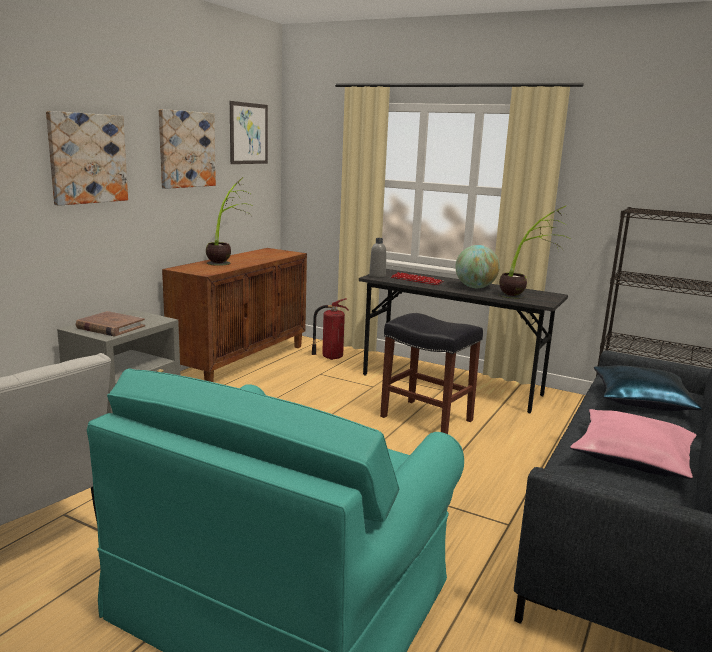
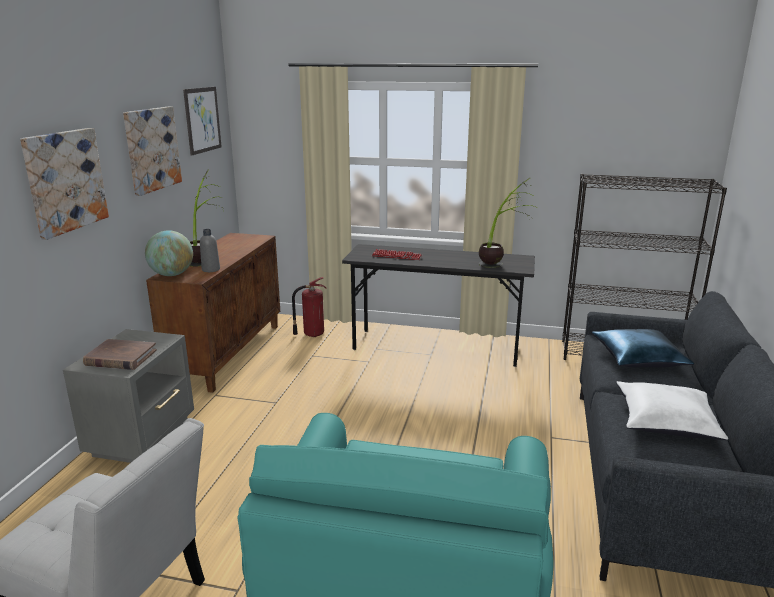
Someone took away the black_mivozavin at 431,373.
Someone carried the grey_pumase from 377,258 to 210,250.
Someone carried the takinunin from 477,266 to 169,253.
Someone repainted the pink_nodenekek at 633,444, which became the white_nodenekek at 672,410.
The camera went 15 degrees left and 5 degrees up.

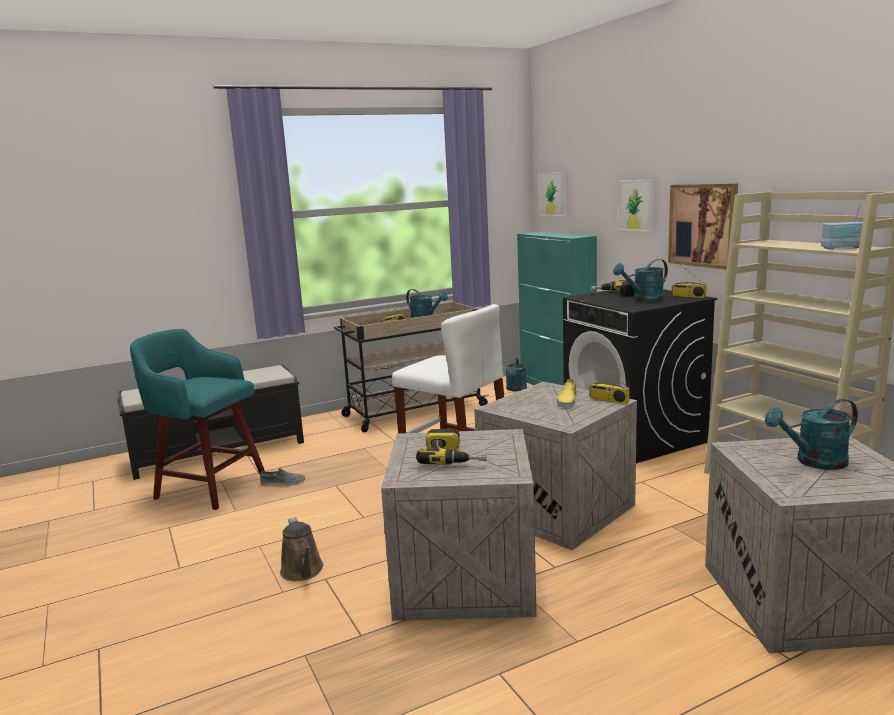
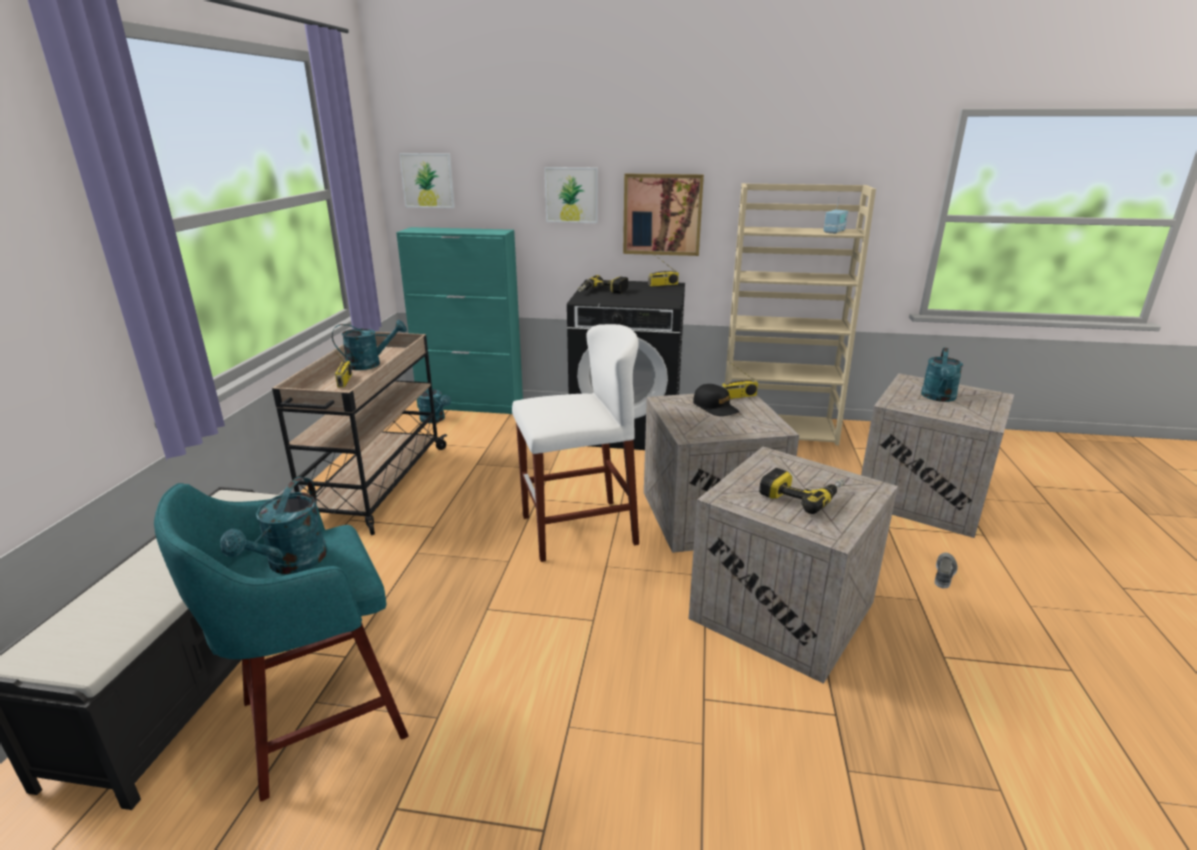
Someone took away the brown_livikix at 302,549.
Someone carried the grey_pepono from 282,477 to 946,570.
Someone carried the turquoise_livikix from 640,280 to 274,525.
Someone swapped the yellow_pepono at 566,393 for the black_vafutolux at 716,400.
The camera went 55 degrees left and 10 degrees up.

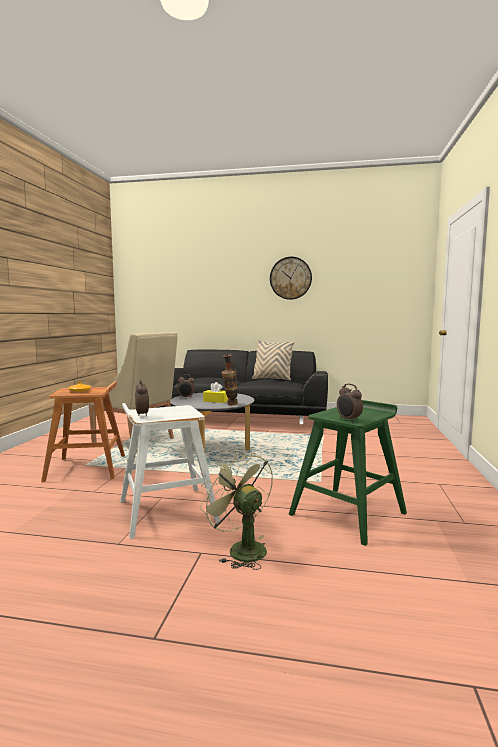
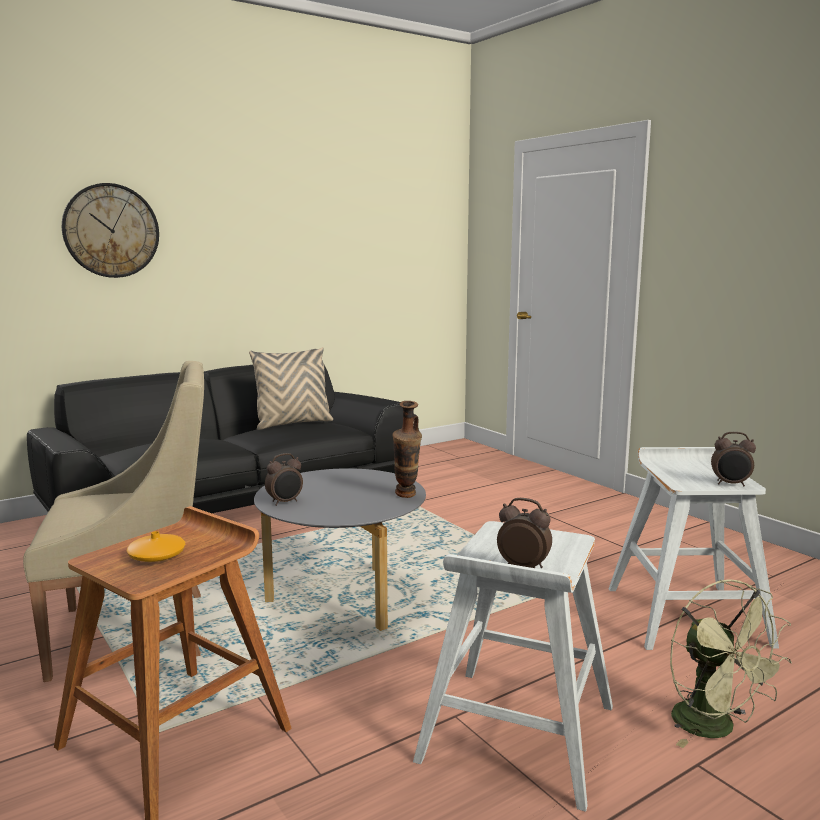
Someone took away the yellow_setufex at 215,392.
Someone carried the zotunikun from 291,278 to 110,230.
Someone repainted the green_mivozavin at 348,473, which became the white_mivozavin at 694,548.
Someone rotated the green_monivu at 236,510 by 120 degrees counterclockwise.
The camera went 45 degrees left and 5 degrees up.

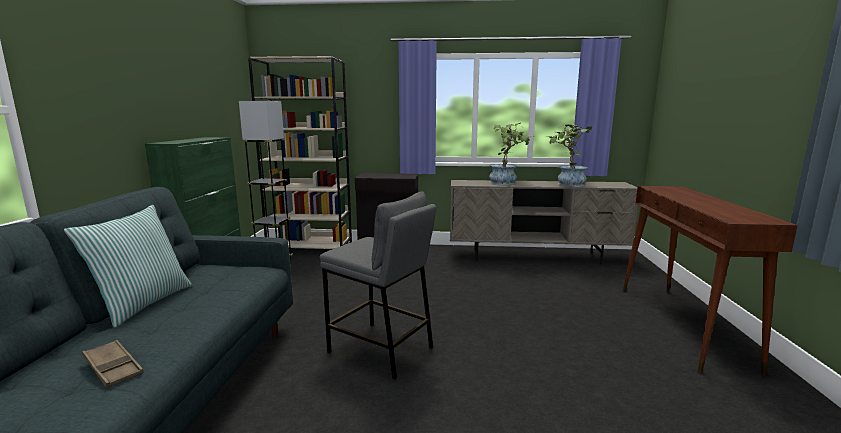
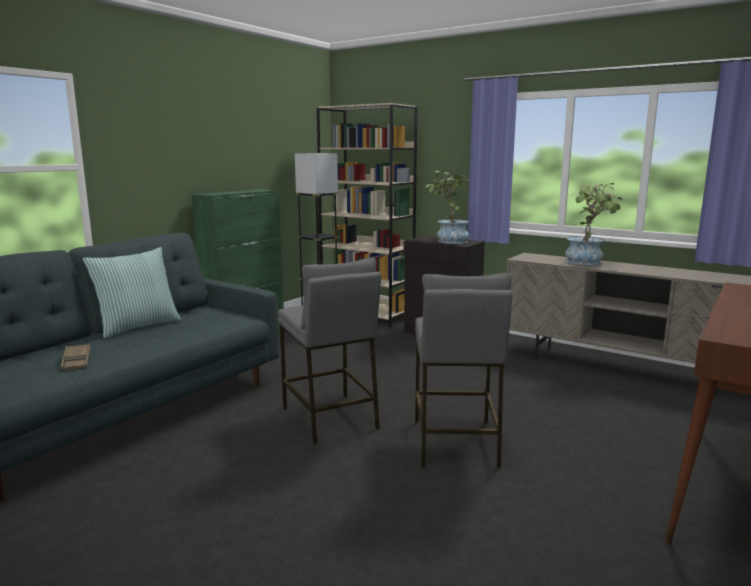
Someone put down the grey_mivozavin at 463,370.
Someone carried the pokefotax from 569,155 to 447,207.
The camera went 30 degrees right and 0 degrees up.

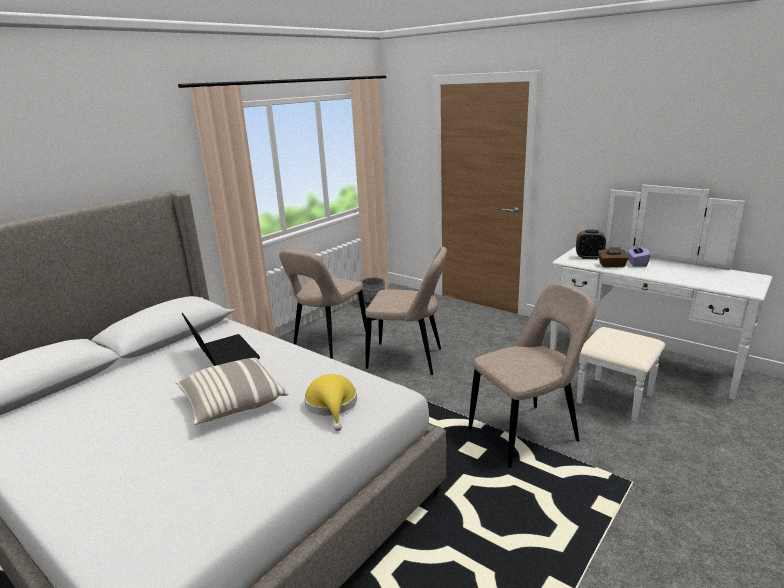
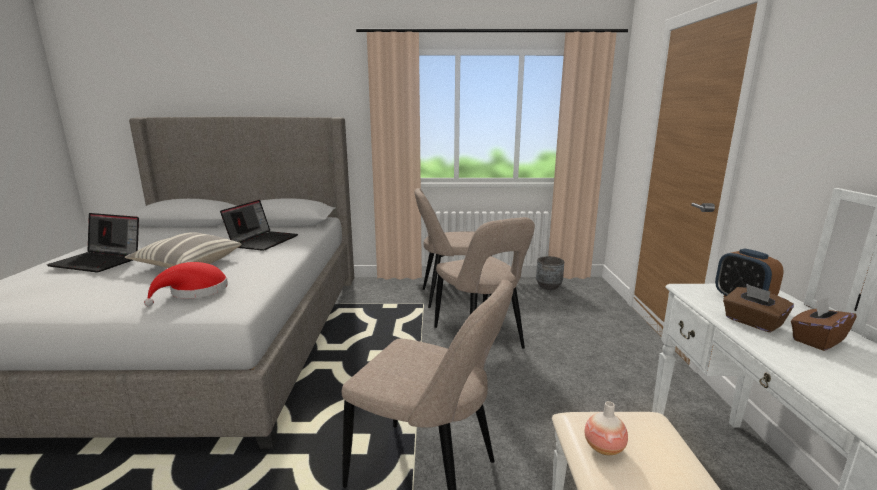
Someone put down the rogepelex at 93,243.
Someone put down the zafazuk at 606,428.
Someone repainted the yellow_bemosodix at 330,402, which became the red_bemosodix at 186,284.
Someone repainted the purple_setufex at 639,255, which became the brown_setufex at 824,324.
The camera went 50 degrees right and 5 degrees down.

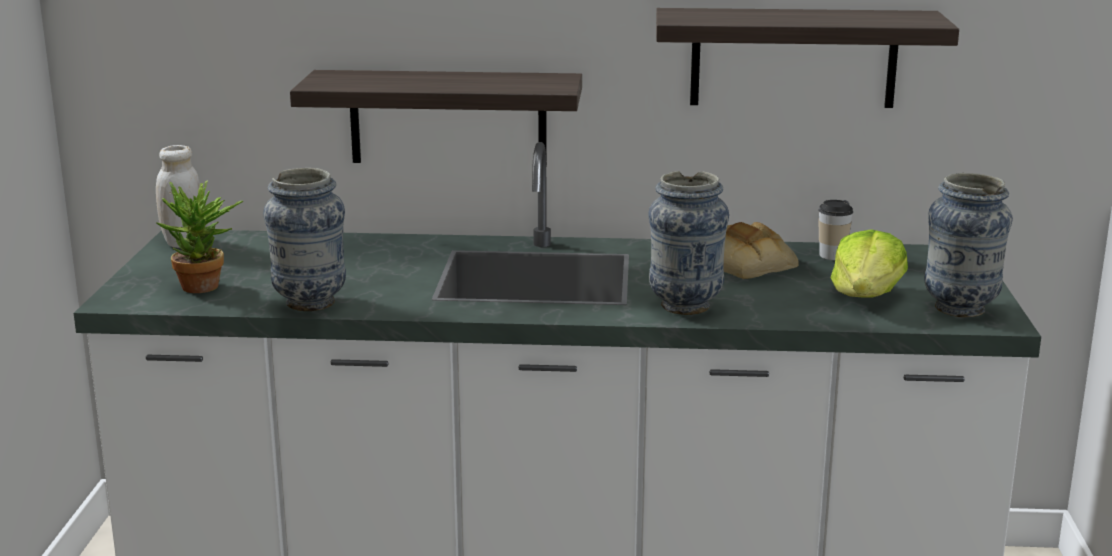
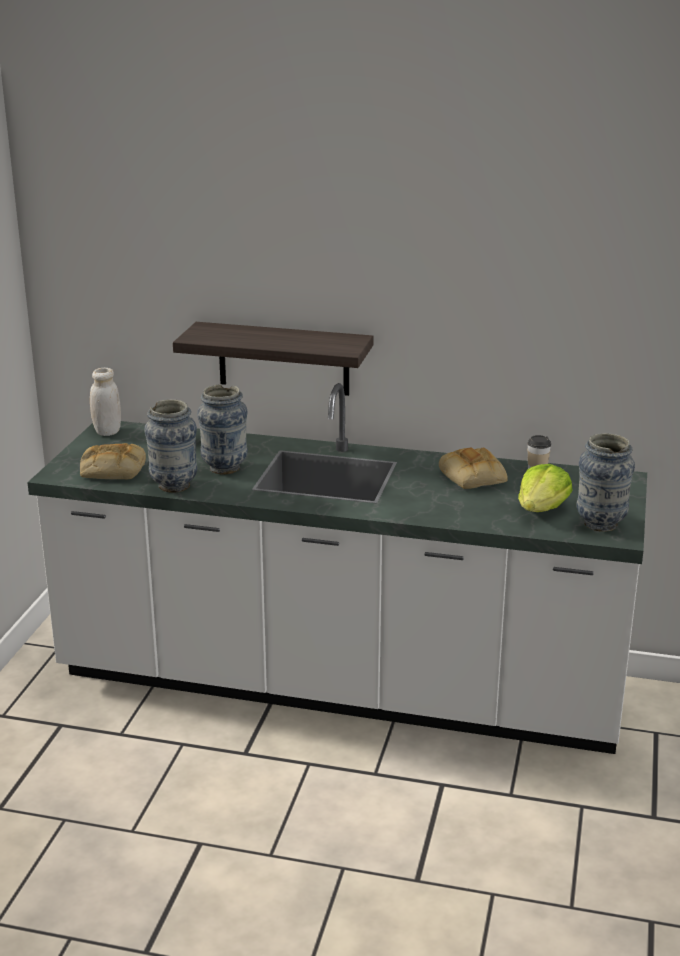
Someone took away the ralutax at 807,58.
Someone carried the zafazuk from 688,243 to 222,429.
Someone swapped the pokefotax at 199,236 for the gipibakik at 113,461.
The camera went 10 degrees right and 5 degrees up.

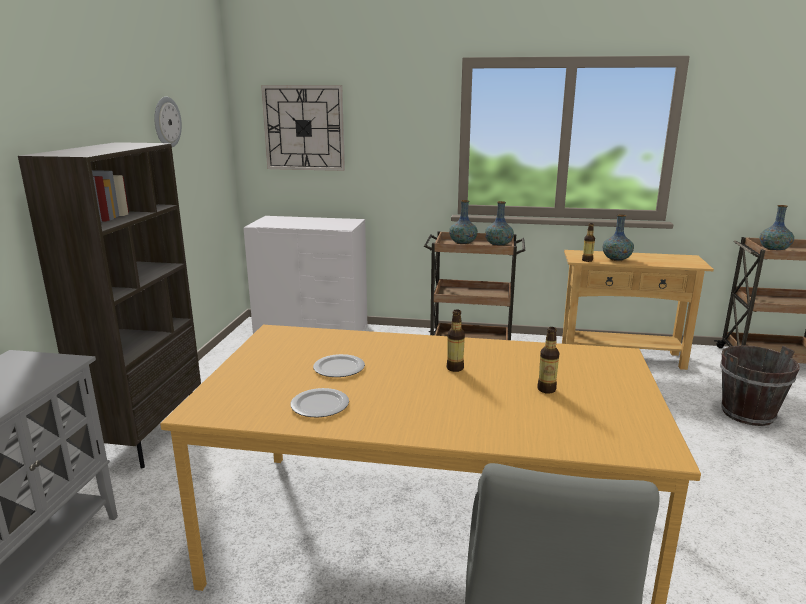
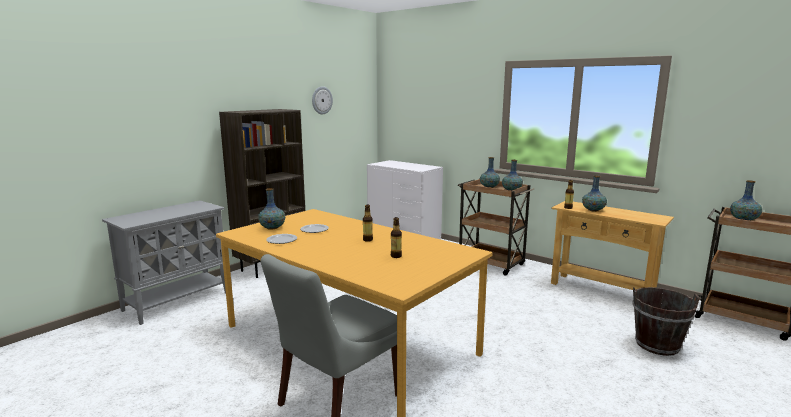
Someone took away the zotunikun at 303,128.
Someone put down the zafazuk at 271,209.
The camera went 30 degrees right and 5 degrees down.

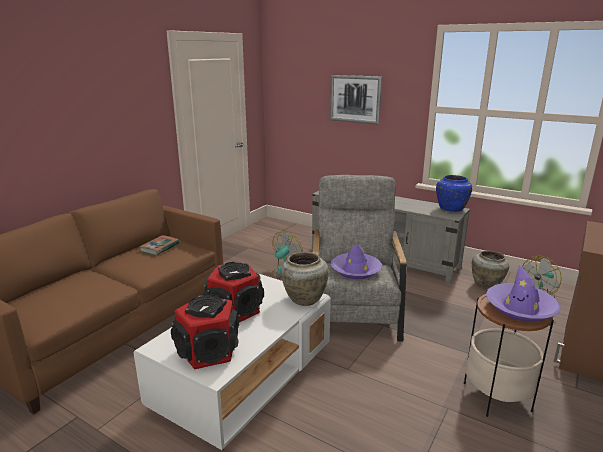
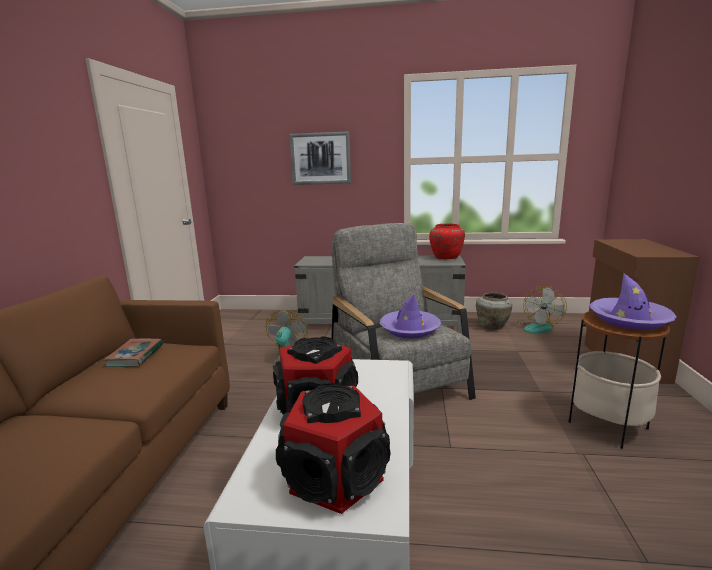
Someone took away the beige_zafazuk at 305,279.
Someone repainted the blue_zafazuk at 454,193, which became the red_zafazuk at 447,241.
The camera went 25 degrees left and 5 degrees down.

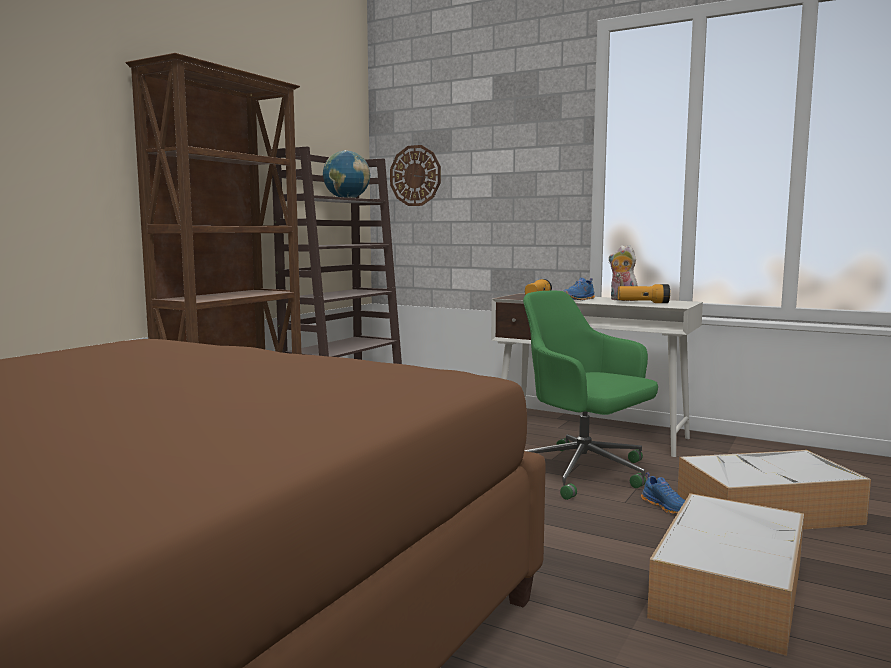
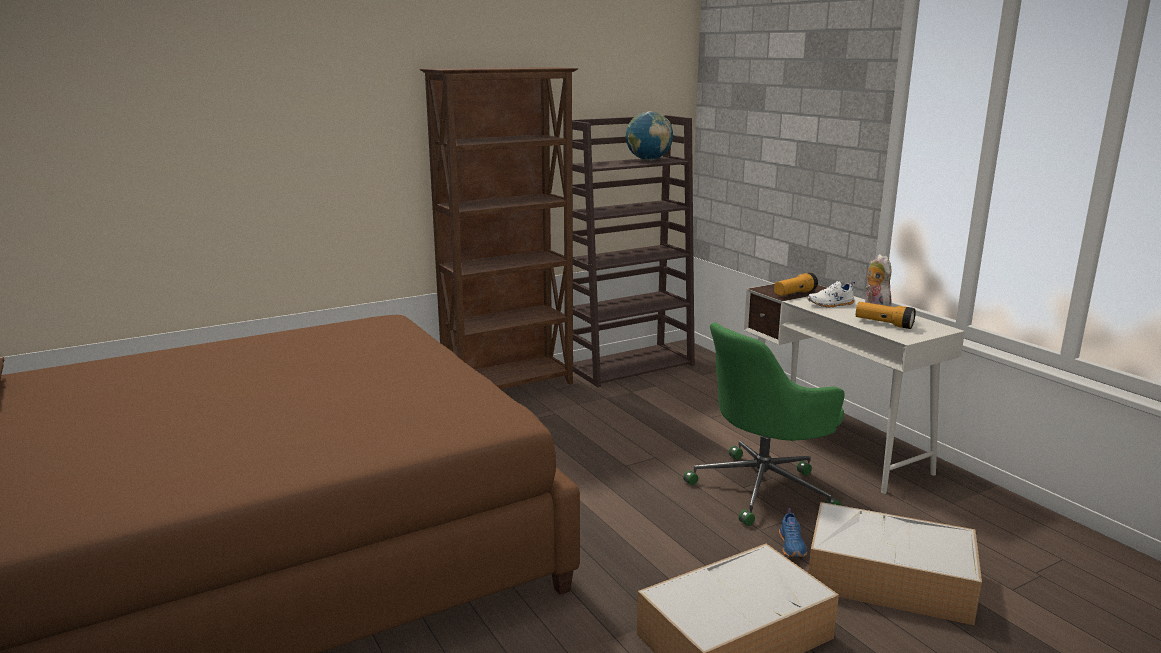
Someone took away the zotunikun at 415,175.
Someone repainted the blue_pepono at 579,289, which became the white_pepono at 831,294.
Someone rotated the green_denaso at 590,395 by 105 degrees counterclockwise.
The camera went 30 degrees right and 10 degrees up.

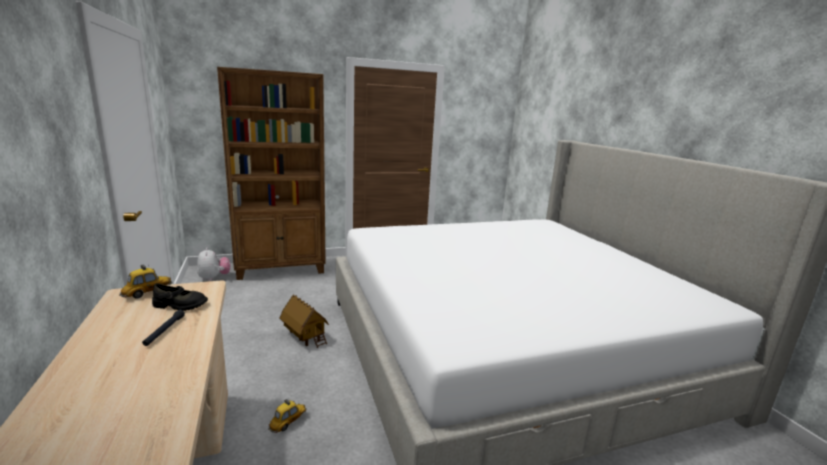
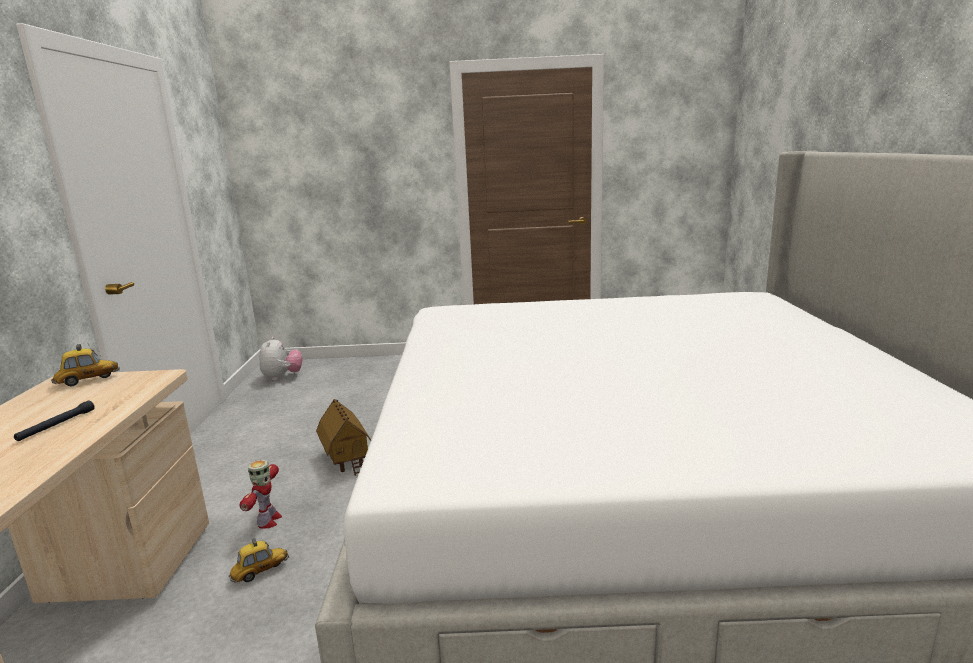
Someone took away the black_pepono at 180,297.
Someone took away the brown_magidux at 271,173.
Someone put down the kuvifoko at 261,494.
The camera went 20 degrees right and 0 degrees up.

